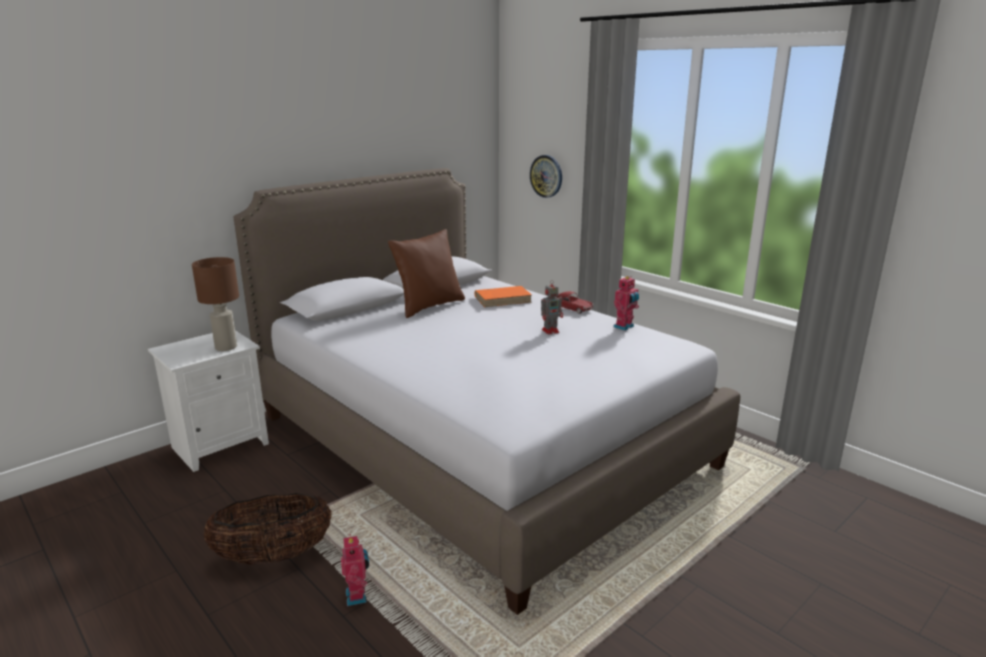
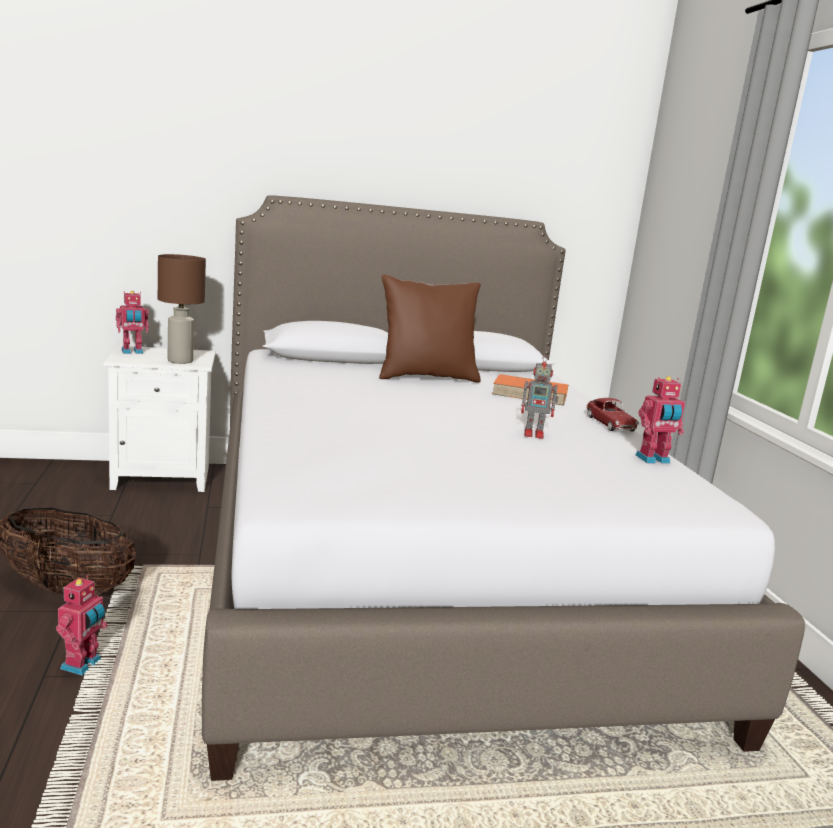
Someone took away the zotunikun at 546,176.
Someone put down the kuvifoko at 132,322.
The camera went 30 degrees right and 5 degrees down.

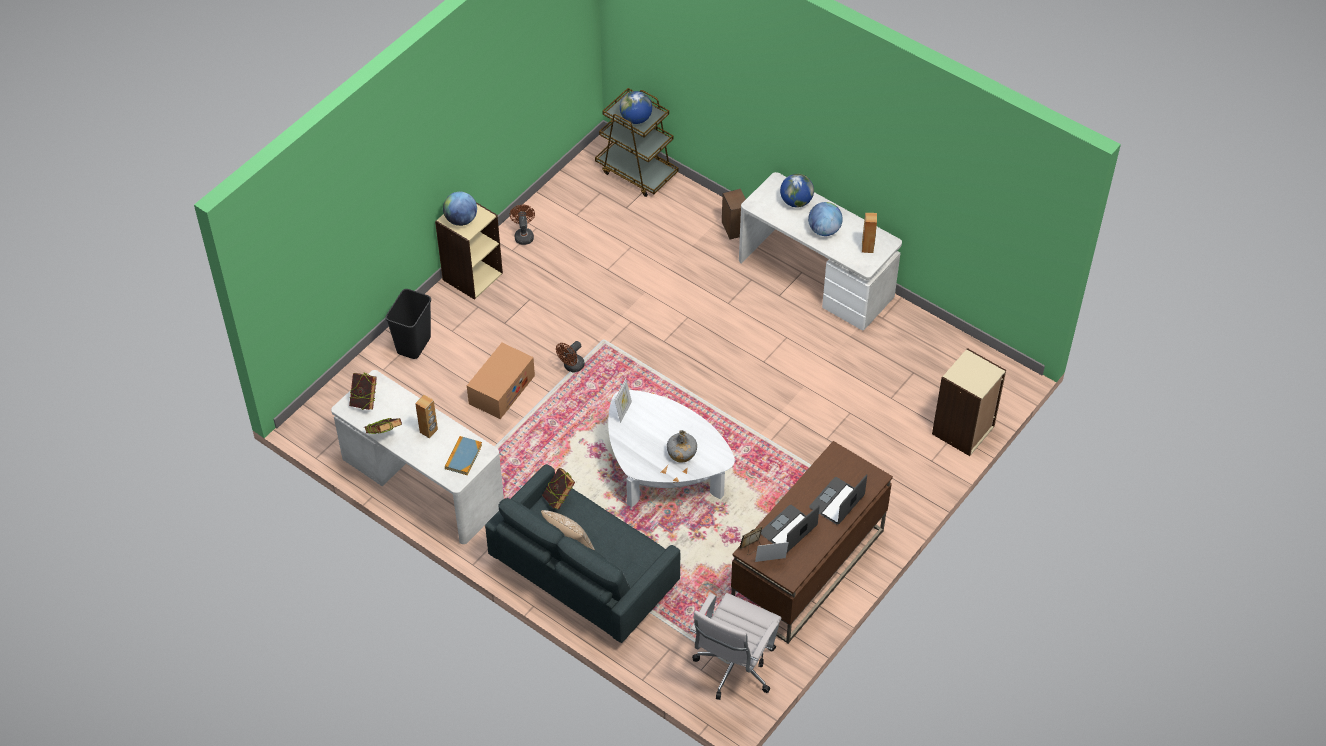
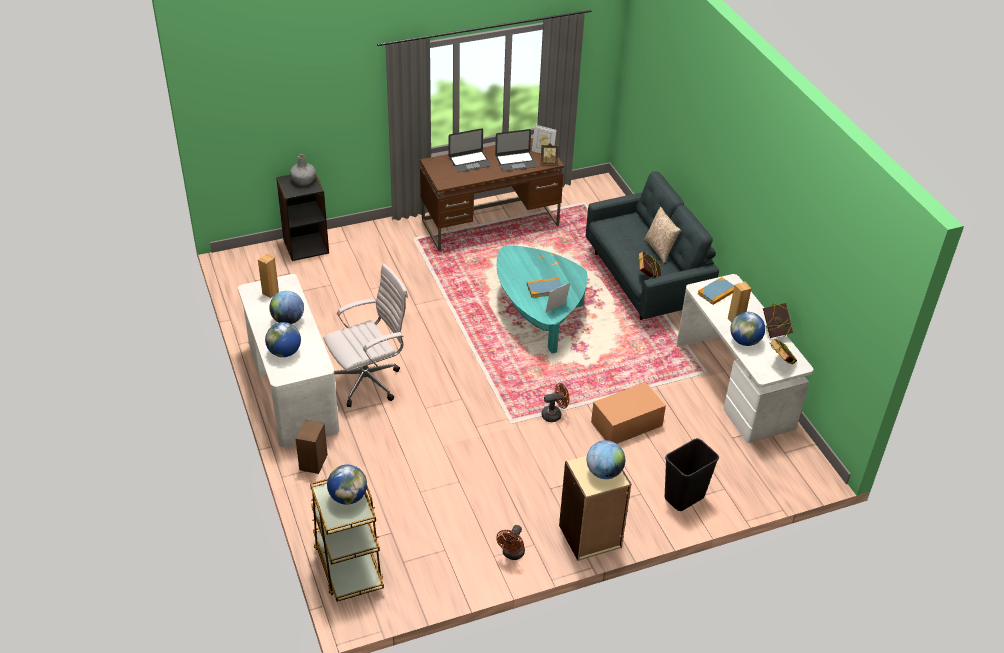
Someone put down the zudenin at 544,288.
Someone put down the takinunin at 747,329.
Someone carried the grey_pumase from 682,446 to 303,170.
Someone carried the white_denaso from 735,646 to 366,335.
Someone repainted the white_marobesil at 671,448, which became the turquoise_marobesil at 542,299.
Someone repainted the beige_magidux at 969,402, which became the black_magidux at 302,218.
The camera went 150 degrees left and 10 degrees down.

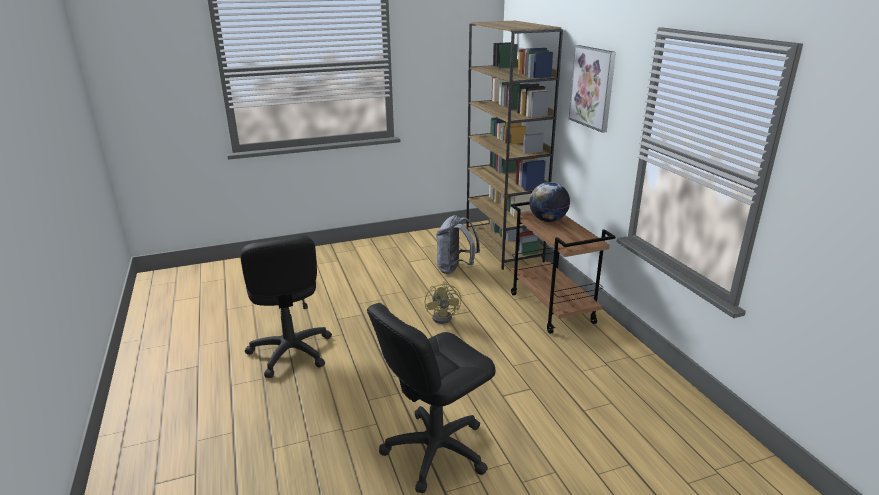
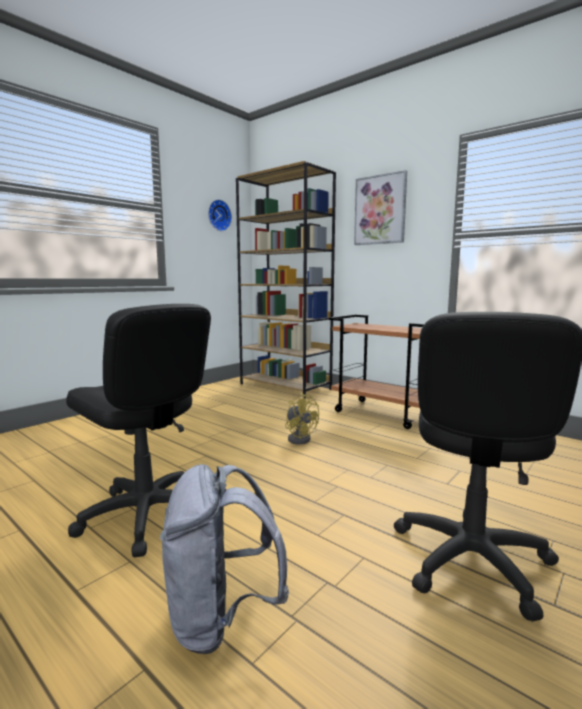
Someone took away the takinunin at 549,202.
Someone put up the zotunikun at 220,215.
Someone carried the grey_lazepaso from 458,244 to 224,559.
The camera went 30 degrees left and 15 degrees down.

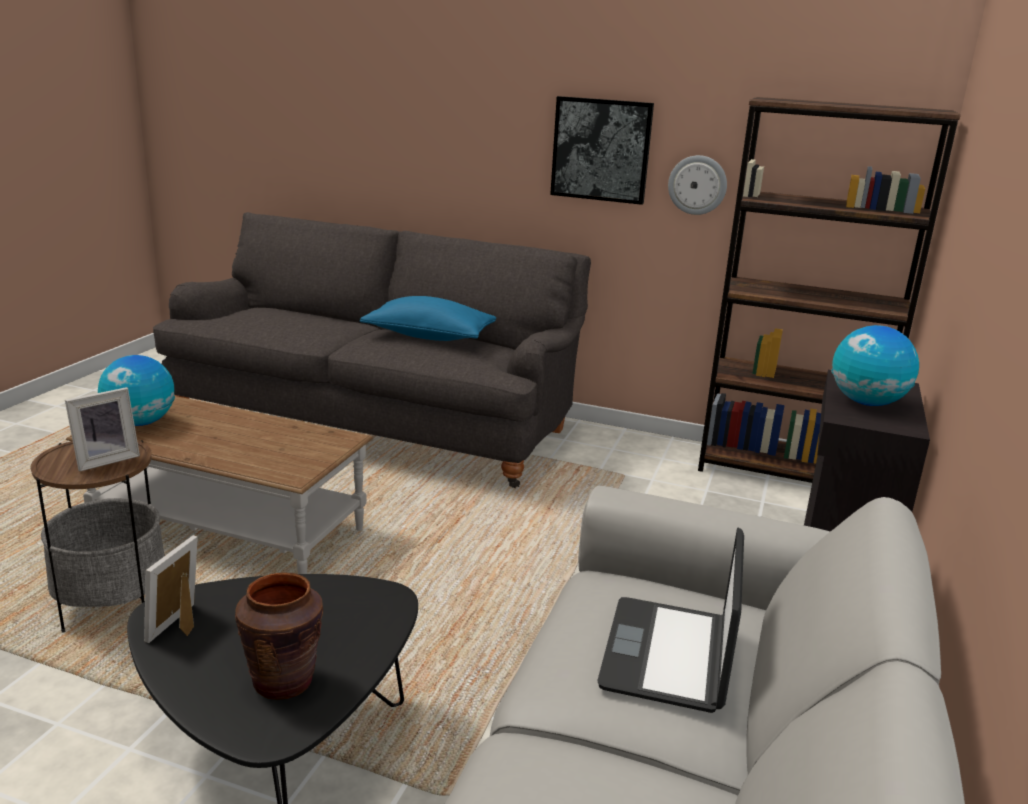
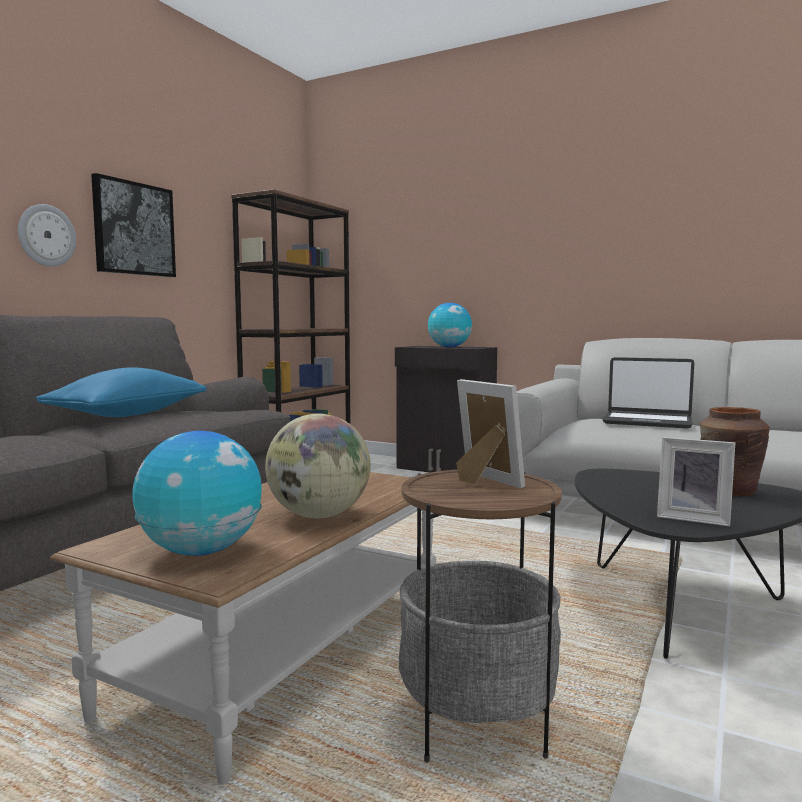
Someone put down the takinunin at 317,466.
Someone carried the zotunikun from 697,185 to 47,235.
The camera went 80 degrees left and 15 degrees down.

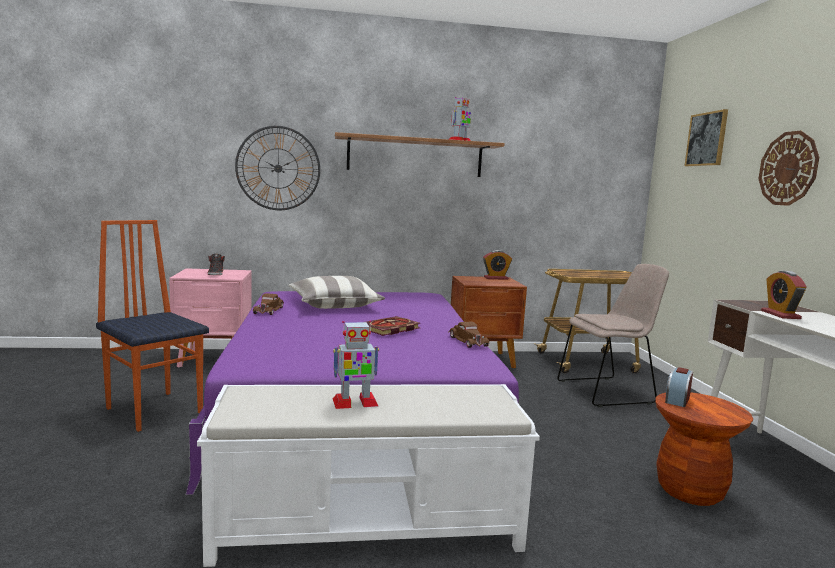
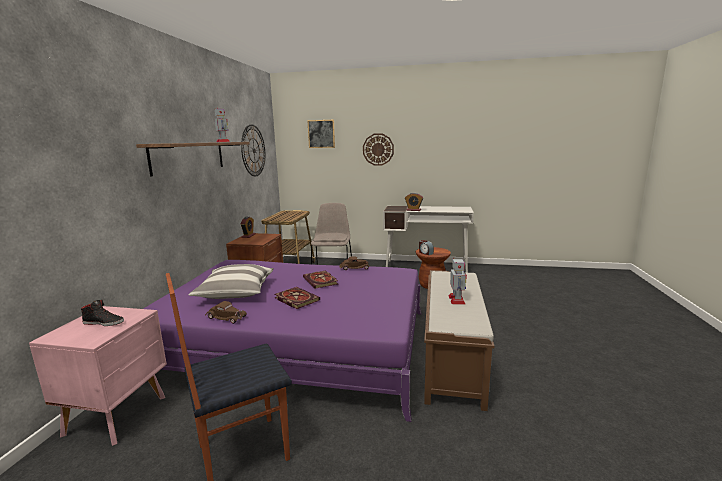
Someone put down the zudenin at 297,298.
Someone carried the zotunikun from 277,168 to 253,150.
Someone repainted the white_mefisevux at 368,475, which became the brown_mefisevux at 459,340.
The camera went 70 degrees left and 5 degrees up.

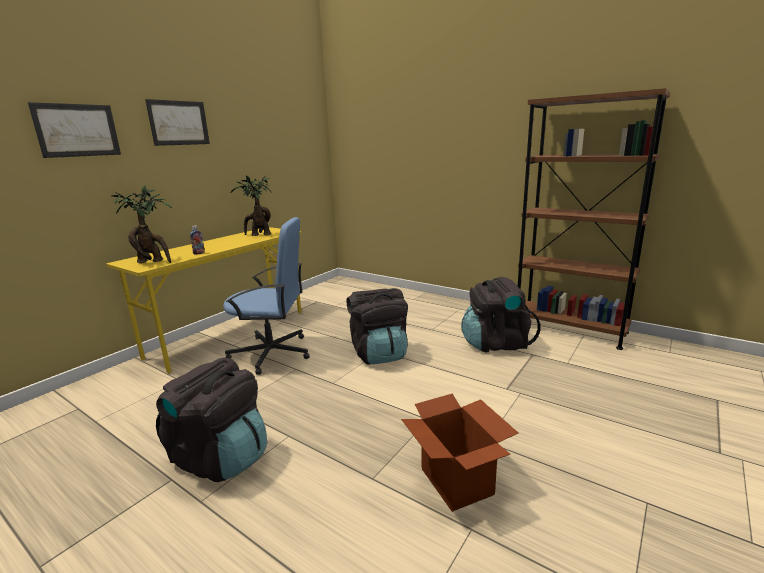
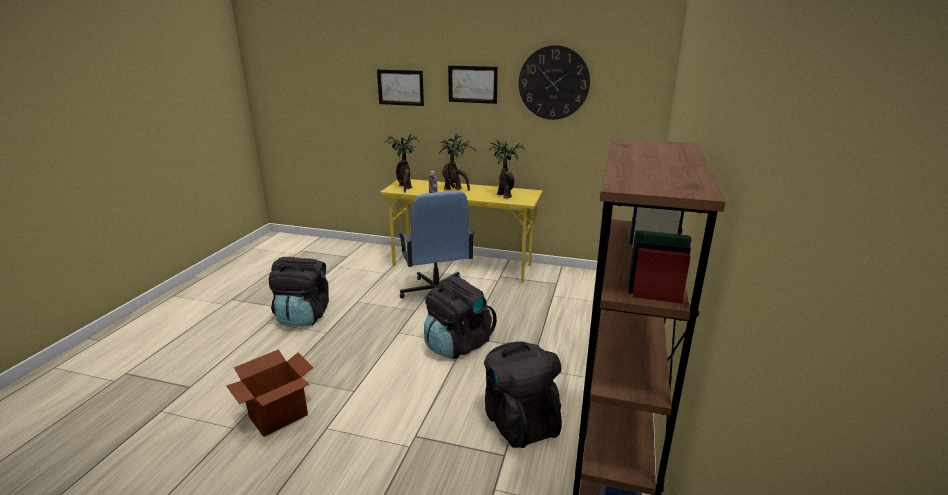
Someone put down the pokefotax at 457,162.
Someone put up the zotunikun at 554,82.
The camera went 70 degrees right and 5 degrees up.

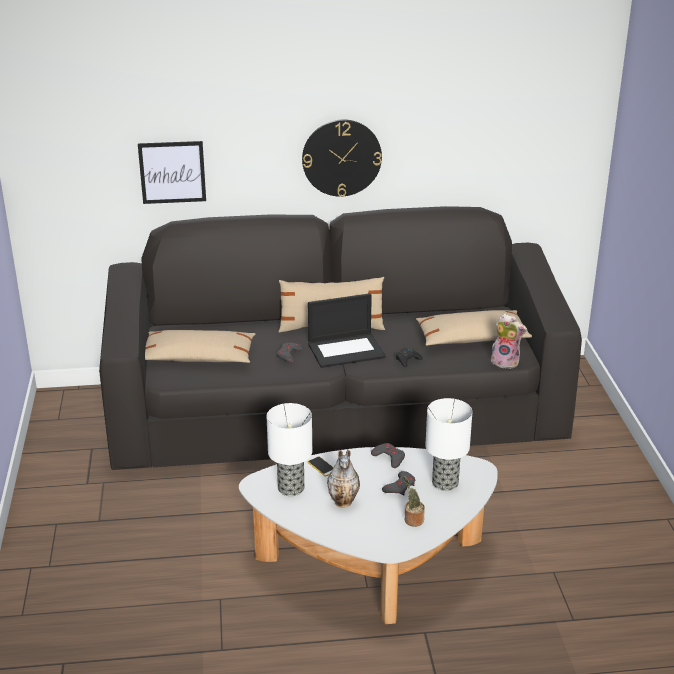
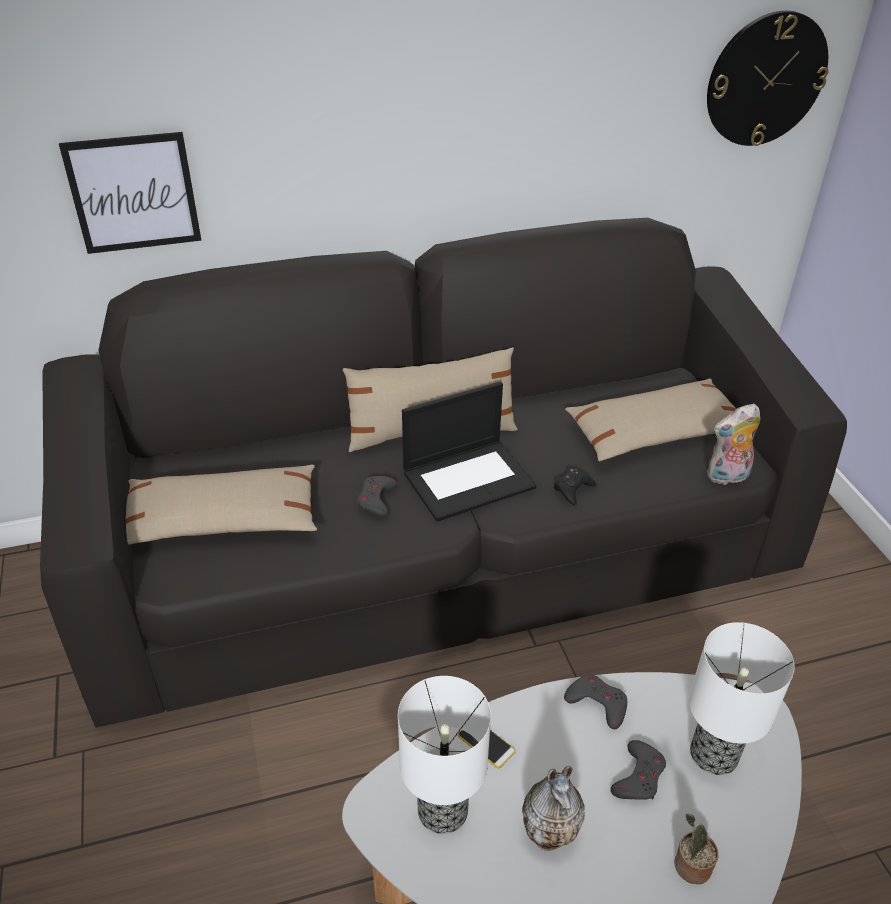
Someone carried the zotunikun from 342,158 to 768,78.
Someone rotated the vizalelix at 508,341 by 150 degrees clockwise.
The camera went 10 degrees left and 10 degrees up.

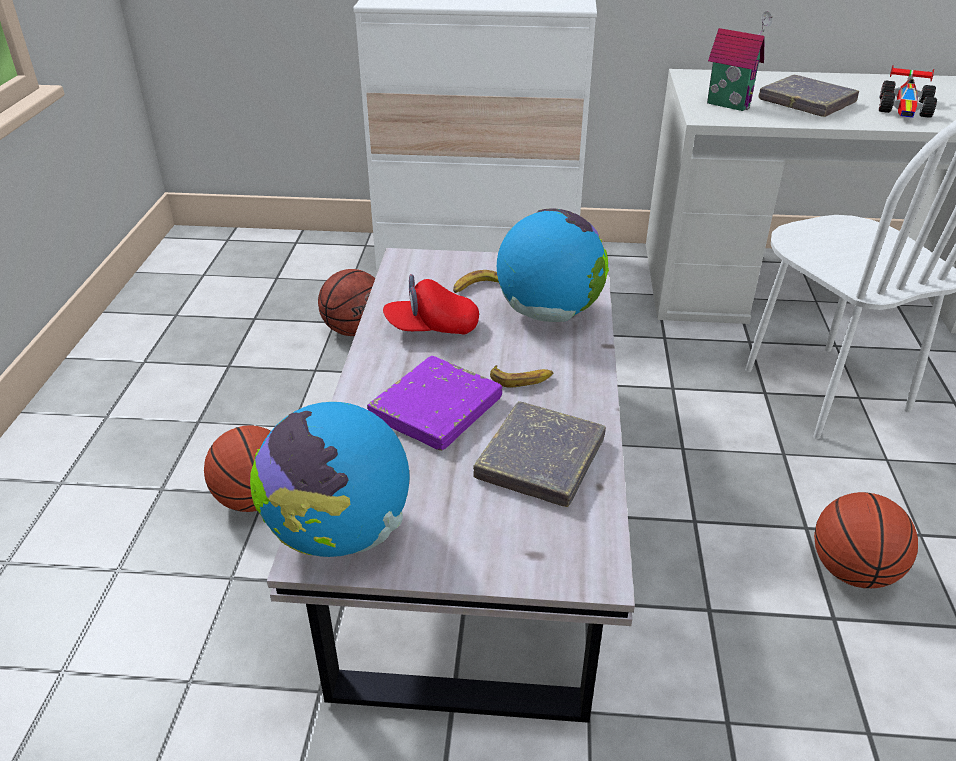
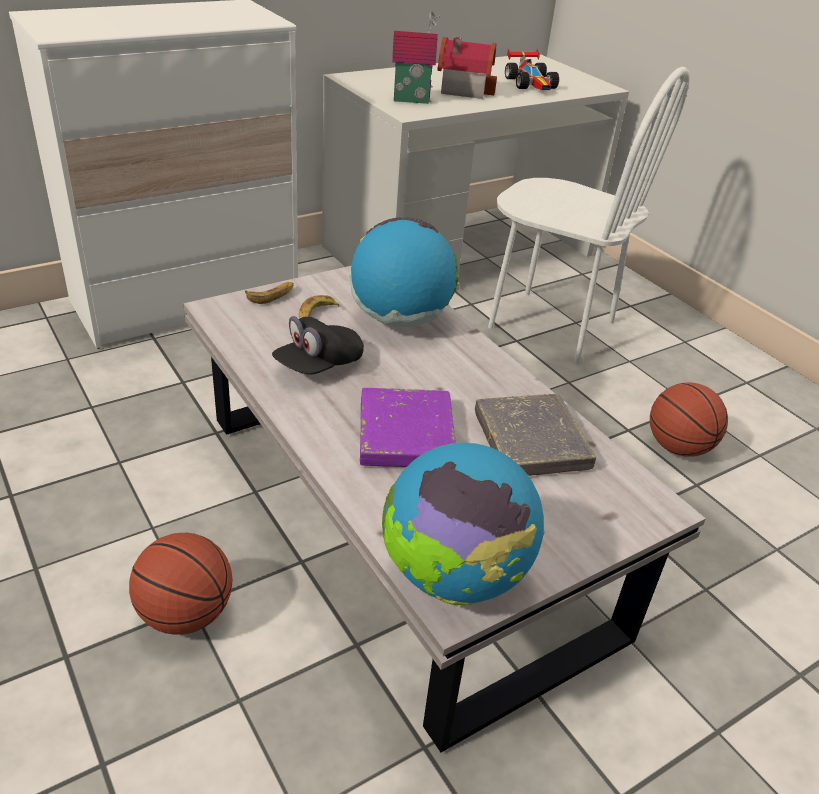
Someone took away the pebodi at 346,302.
Someone carried the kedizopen from 521,376 to 269,293.
Someone swapped the grey_zudenin at 808,96 for the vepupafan at 467,68.
Someone repainted the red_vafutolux at 431,304, which became the black_vafutolux at 318,345.
The camera went 40 degrees left and 0 degrees up.

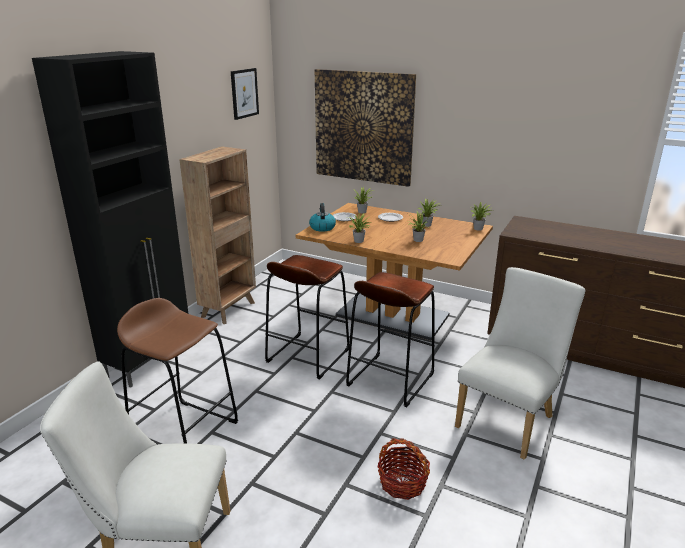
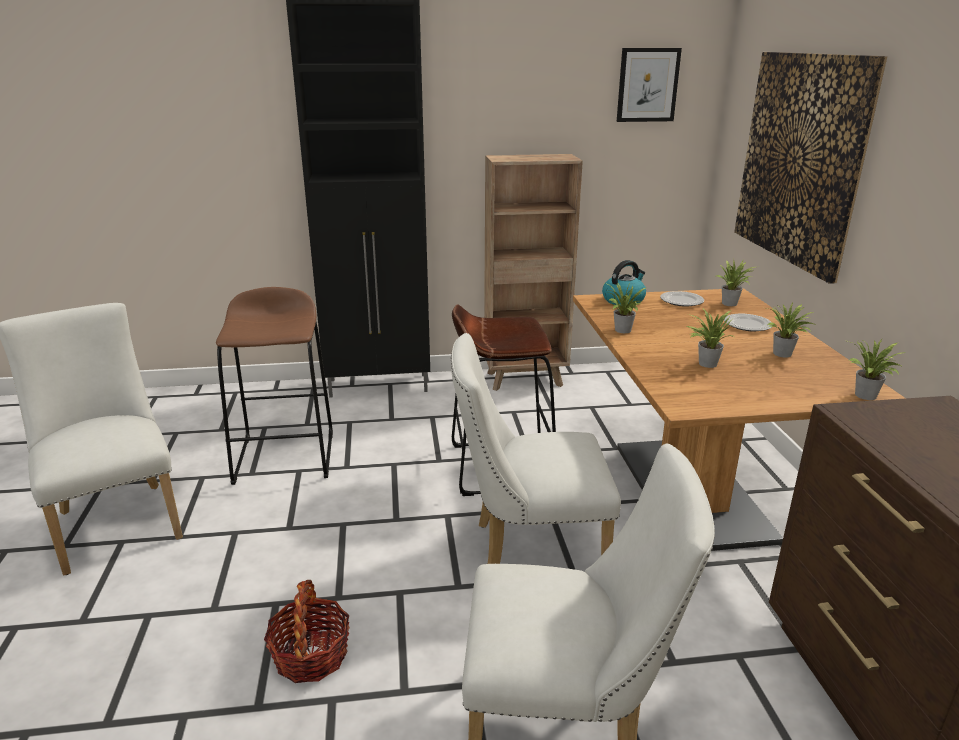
Someone swapped the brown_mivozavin at 390,339 for the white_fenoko at 536,448.
The camera went 55 degrees right and 0 degrees up.

